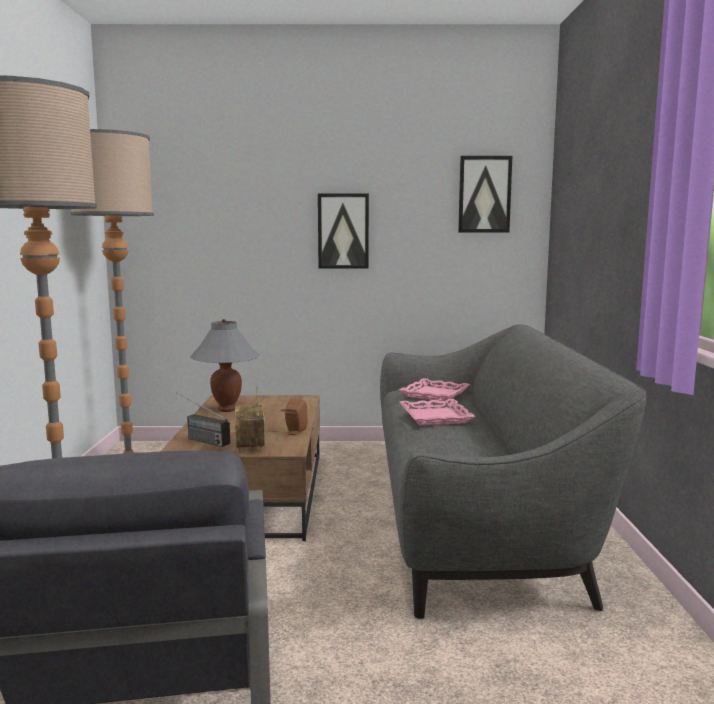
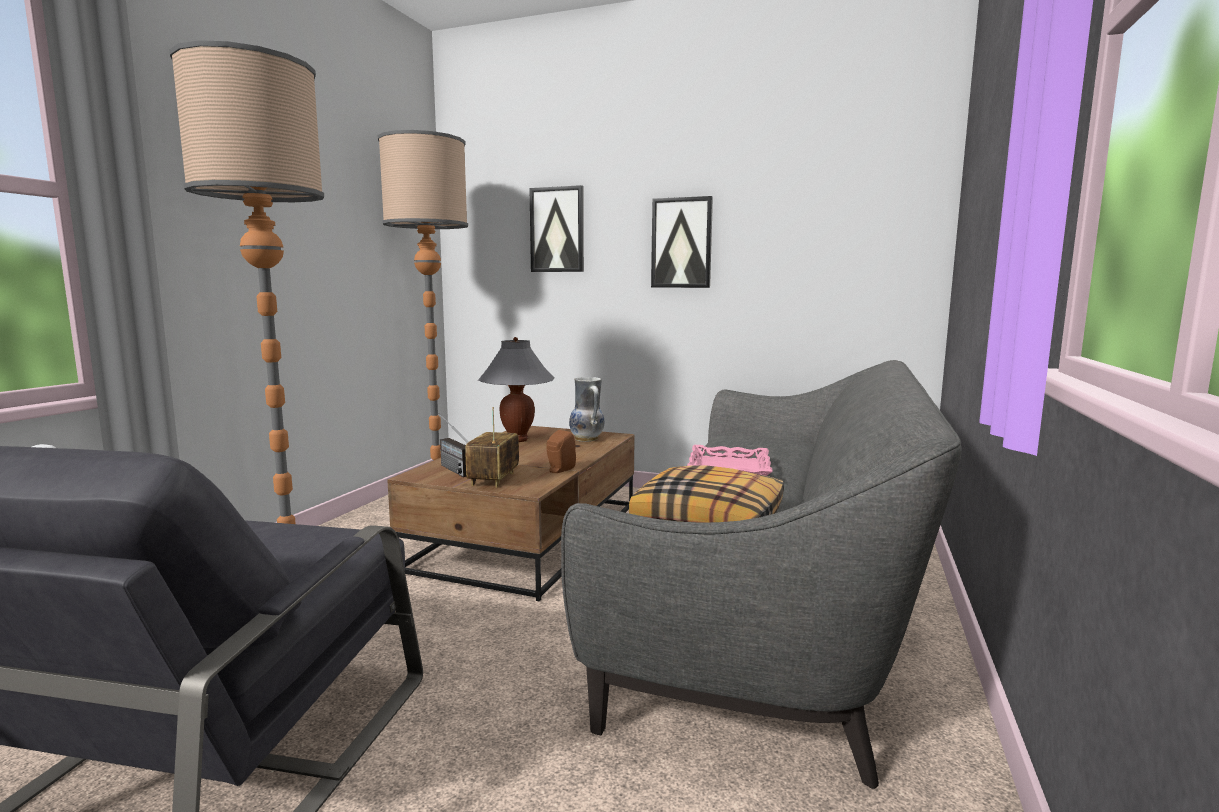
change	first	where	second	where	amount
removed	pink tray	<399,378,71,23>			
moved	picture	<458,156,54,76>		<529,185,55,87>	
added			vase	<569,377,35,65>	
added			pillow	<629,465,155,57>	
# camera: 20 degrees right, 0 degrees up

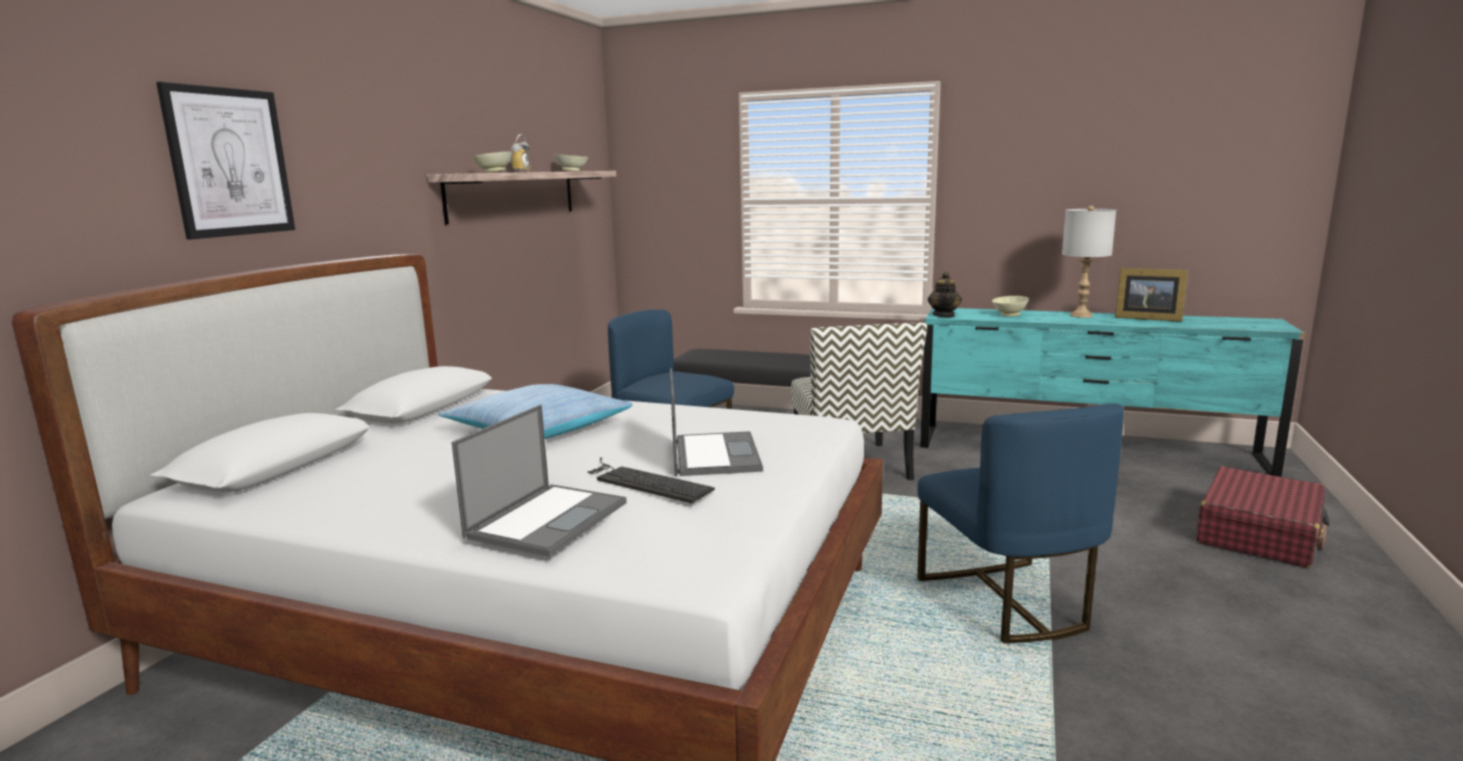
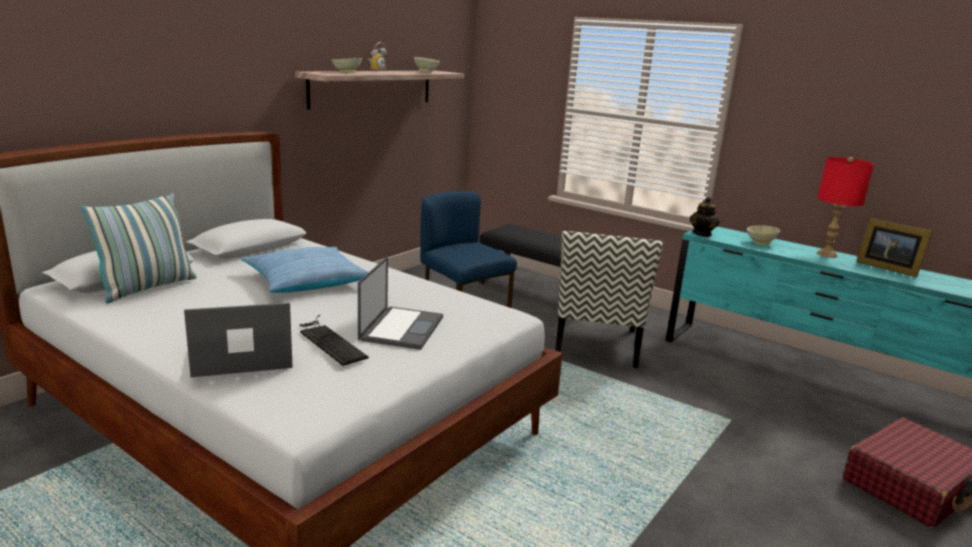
change	first	where	second	where	amount
removed	picture	<156,82,139,157>			
turned	laptop	<452,405,175,152>		<184,303,109,74>	150 degrees counterclockwise
removed	blue chair	<917,404,207,239>			
recoloured	grey table lamp	<1062,206,54,112>	red table lamp	<817,157,57,101>	
added			pillow	<80,193,117,110>	
# camera: 15 degrees right, 5 degrees up

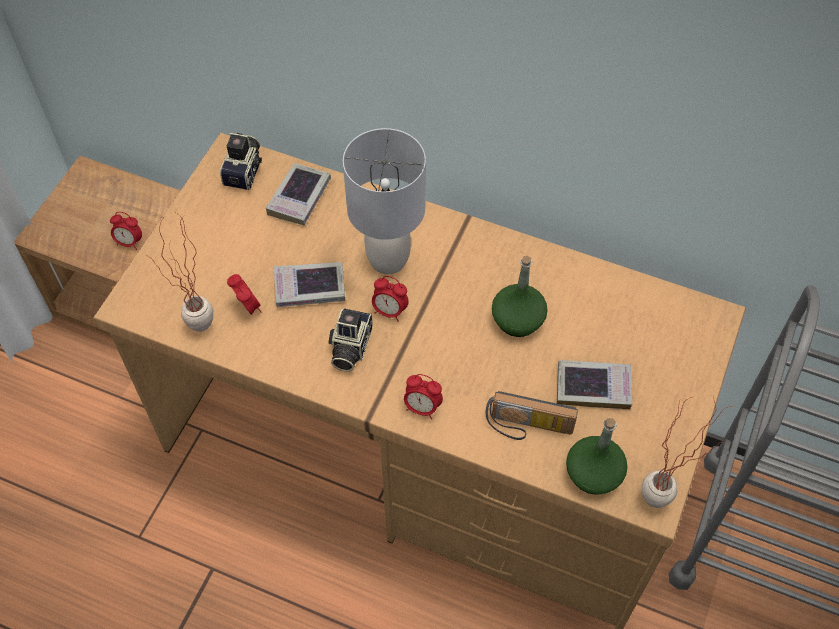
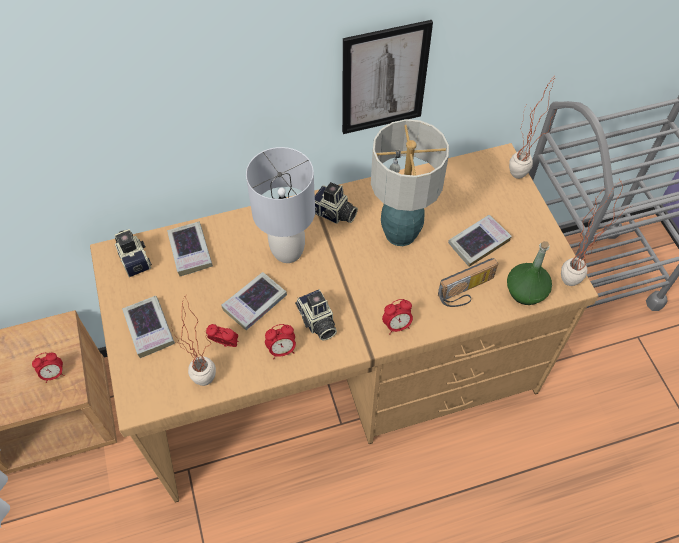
change	first	where	second	where	amount
moved	alarm clock	<372,276,37,46>		<265,324,31,35>	
replaced	green bottle	<492,256,56,81>	table lamp	<371,119,78,127>	
added			book	<122,296,53,62>	
added			photo camera	<315,182,43,42>	
added			picture	<342,20,91,114>	
added			potted plant	<509,75,47,104>	
# camera: 40 degrees left, 0 degrees up

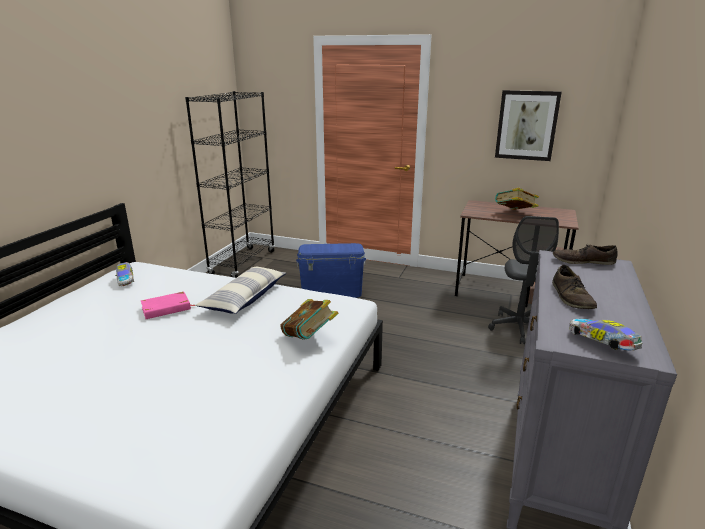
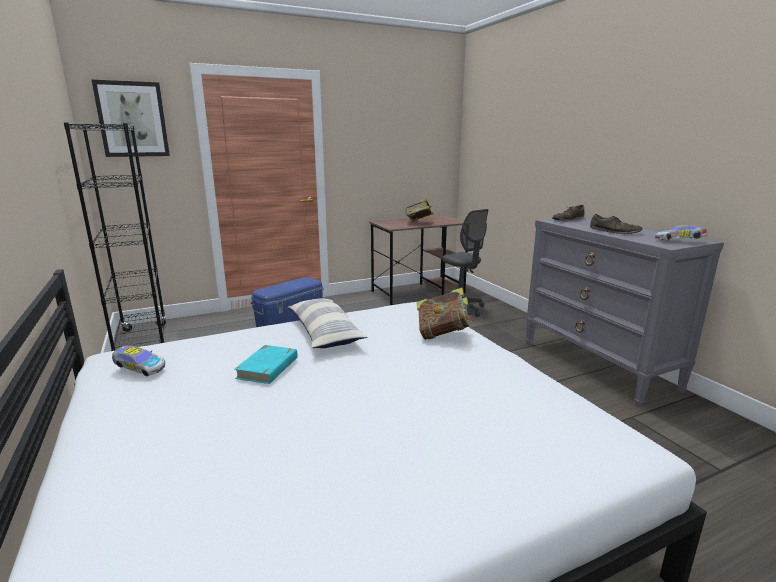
change	first	where	second	where	amount
recoloured	pink book	<141,291,54,28>	turquoise book	<234,345,64,39>	
moved	picture	<495,90,67,71>		<92,80,78,77>	
# camera: 45 degrees left, 5 degrees down

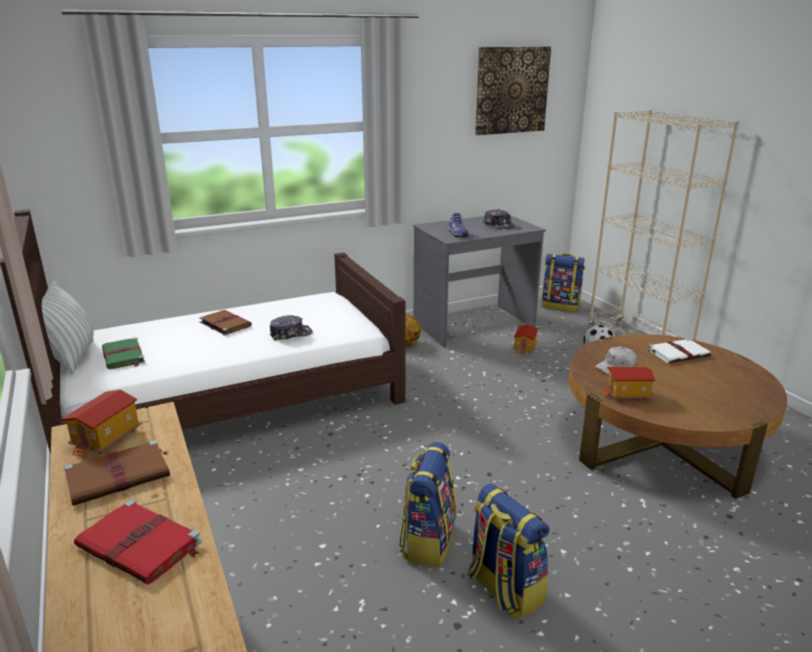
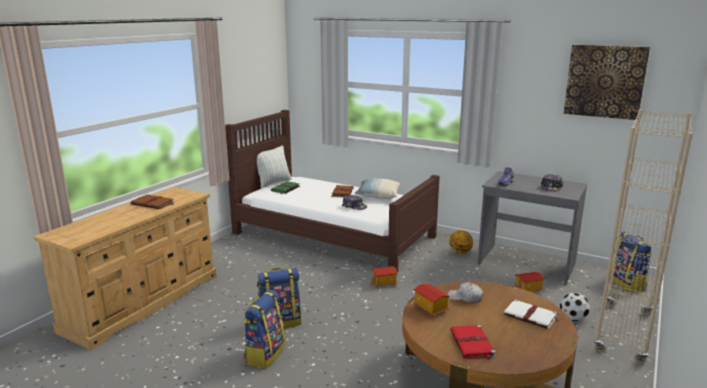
change	first	where	second	where	amount
moved	toy house	<60,389,82,70>		<370,266,28,22>	
moved	red book	<74,499,127,86>		<450,325,46,36>	
added			pillow	<354,178,46,21>	
# camera: 55 degrees right, 5 degrees down

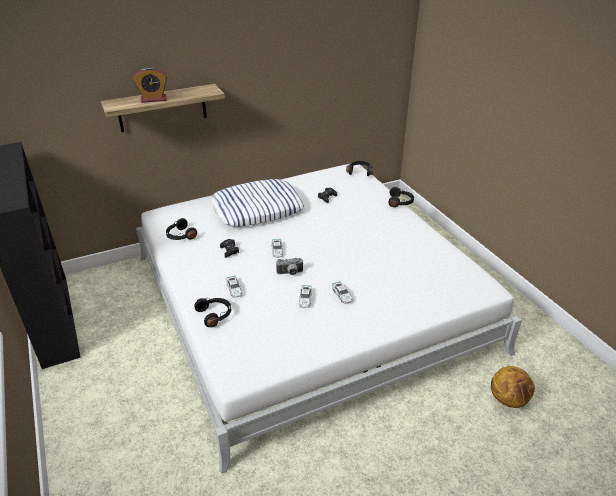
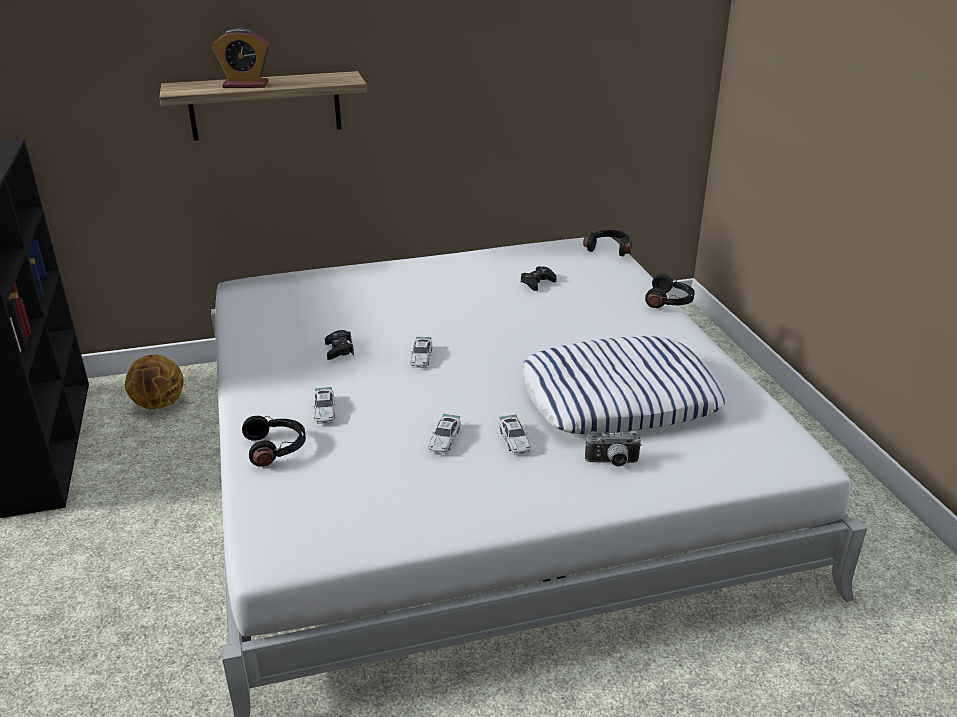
change	first	where	second	where	amount
removed	black headphones	<166,218,31,22>			
moved	pillow	<211,179,93,48>		<522,336,203,98>	
moved	photo camera	<276,258,28,17>		<585,431,57,36>	
moved	basketball	<491,366,44,42>		<125,354,59,55>	
# camera: 10 degrees right, 5 degrees down

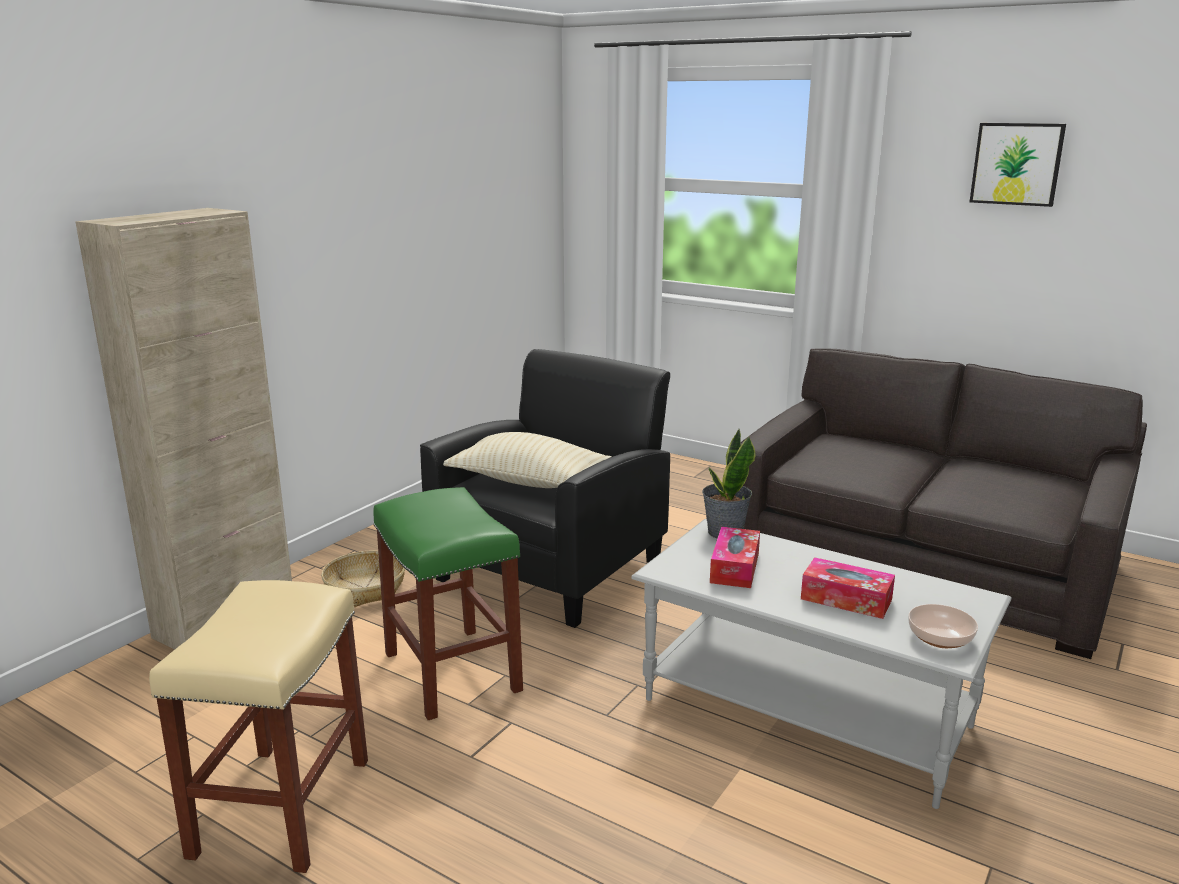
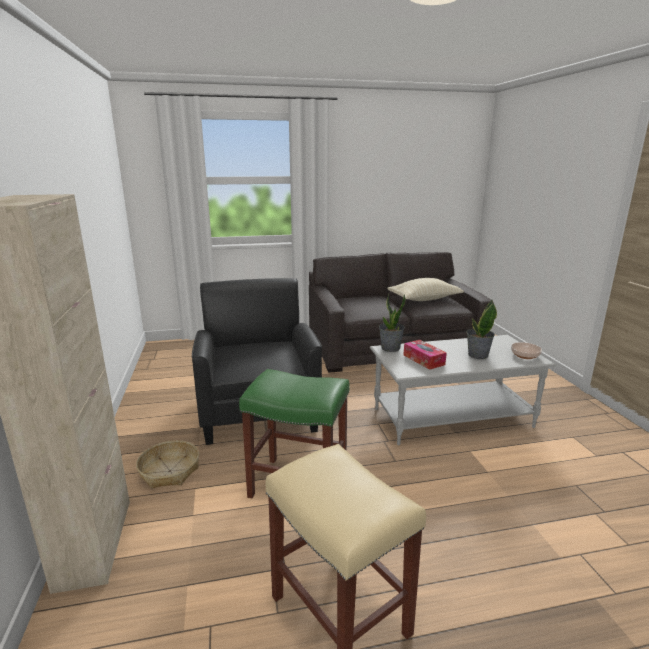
change	first	where	second	where	amount
moved	beige pillow	<443,432,168,56>		<388,278,76,23>	
replaced	tissue box	<801,557,94,62>	potted plant	<467,300,30,59>	
removed	picture	<970,123,96,84>			
# camera: 45 degrees left, 0 degrees up

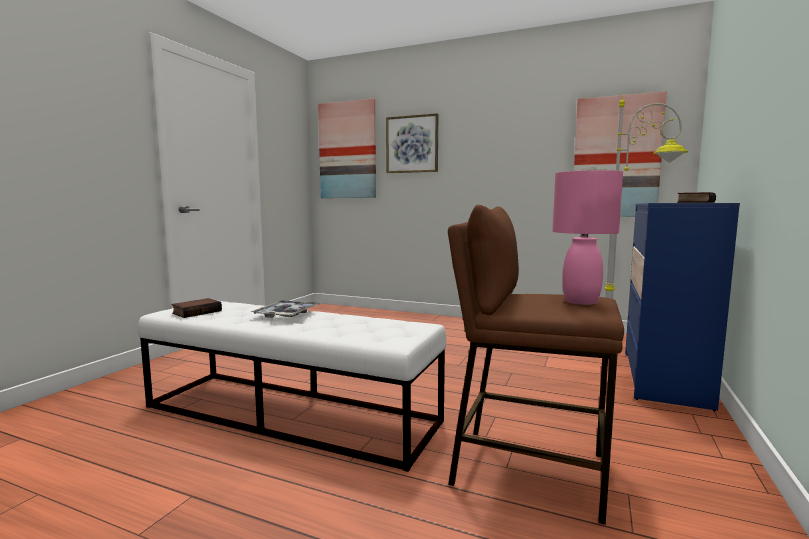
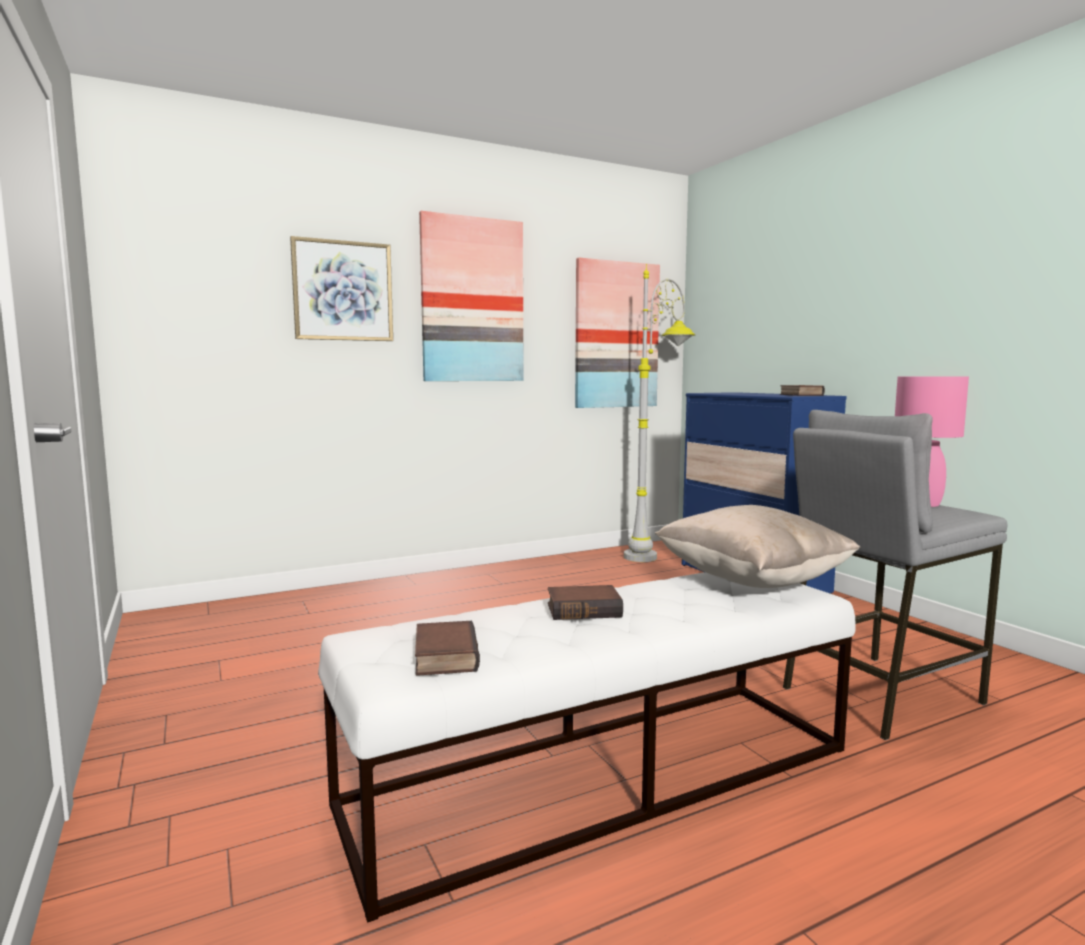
change	first	where	second	where	amount
replaced	tray	<250,300,70,18>	book	<548,585,75,35>	
moved	picture	<318,98,58,100>		<419,211,105,170>	
recoloured	brown stool	<448,205,176,320>	grey stool	<783,410,224,330>	
added			beige pillow	<655,505,205,83>	
# camera: 50 degrees left, 0 degrees up

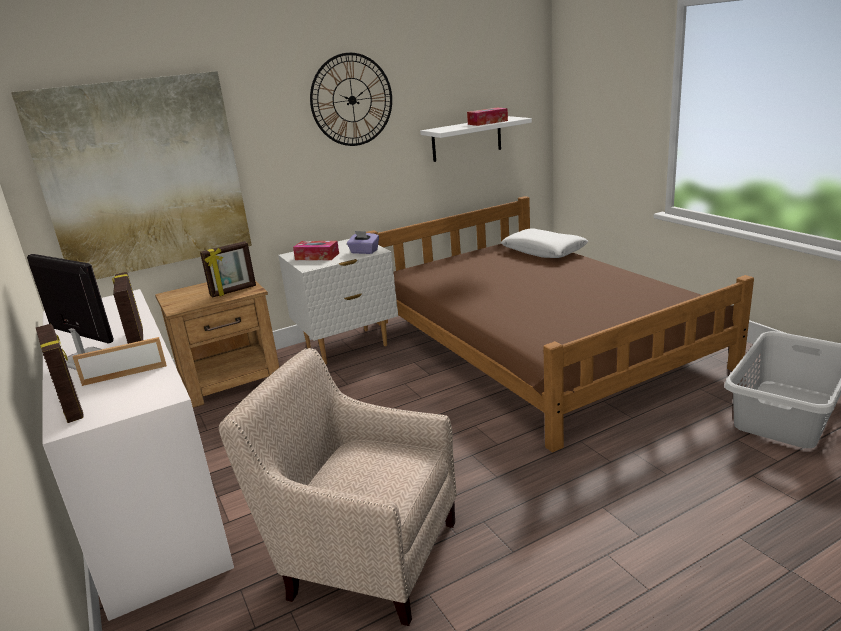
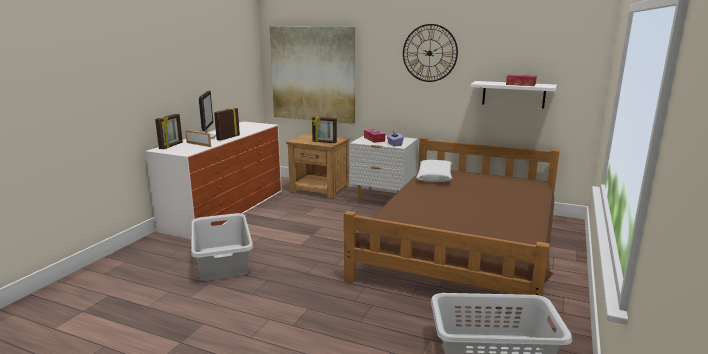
change	first	where	second	where	amount
replaced	beige armchair	<219,348,238,278>	grey laundry basket	<191,213,62,68>	
moved	white pillow	<501,228,87,30>		<416,160,37,22>	
# camera: 50 degrees right, 5 degrees down

